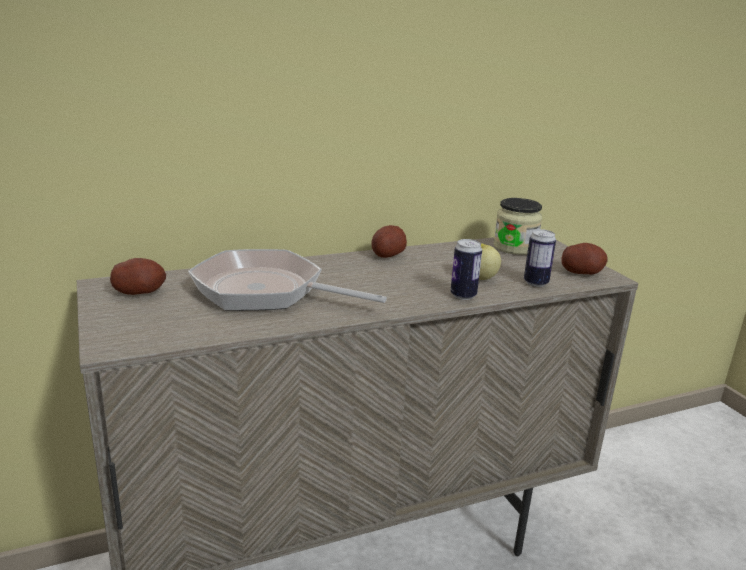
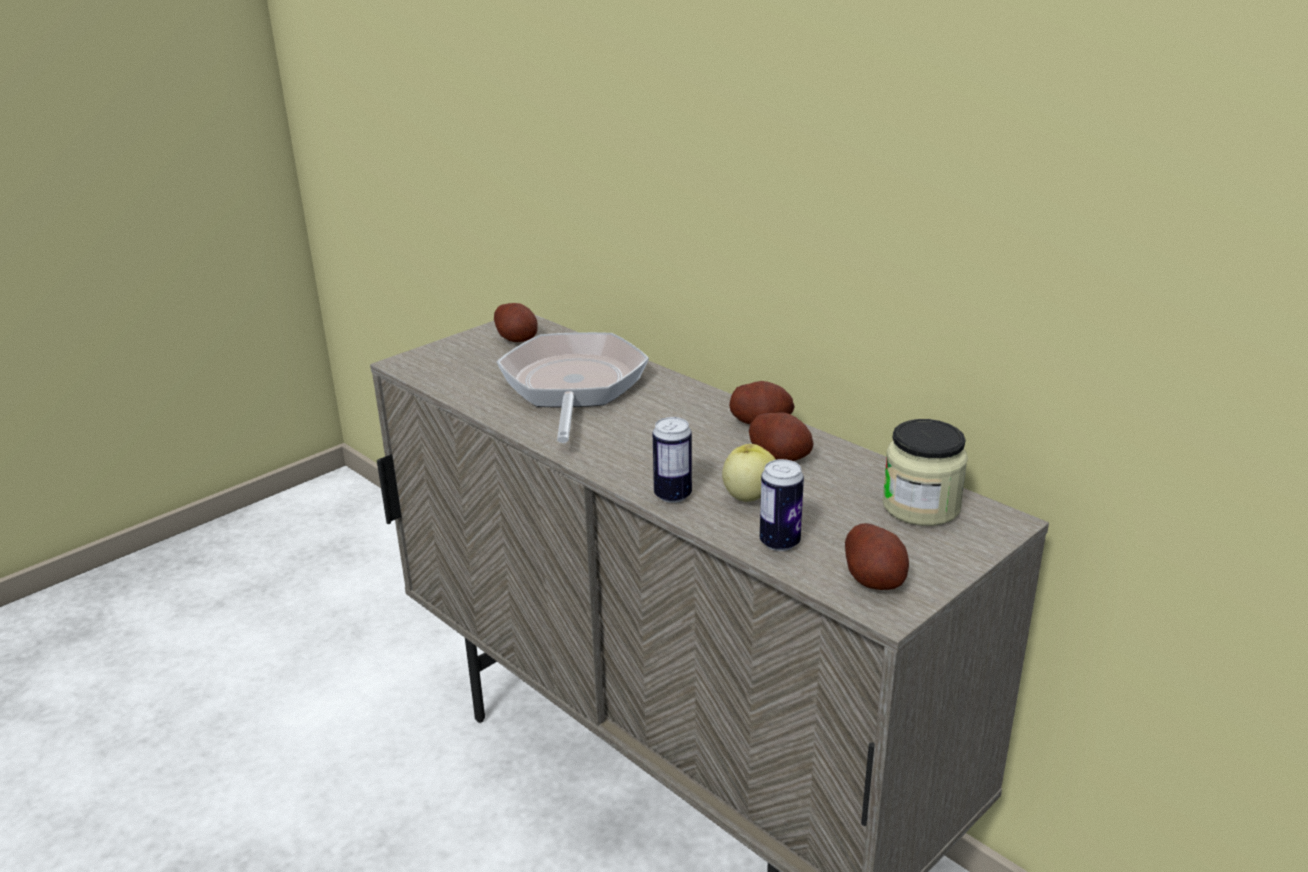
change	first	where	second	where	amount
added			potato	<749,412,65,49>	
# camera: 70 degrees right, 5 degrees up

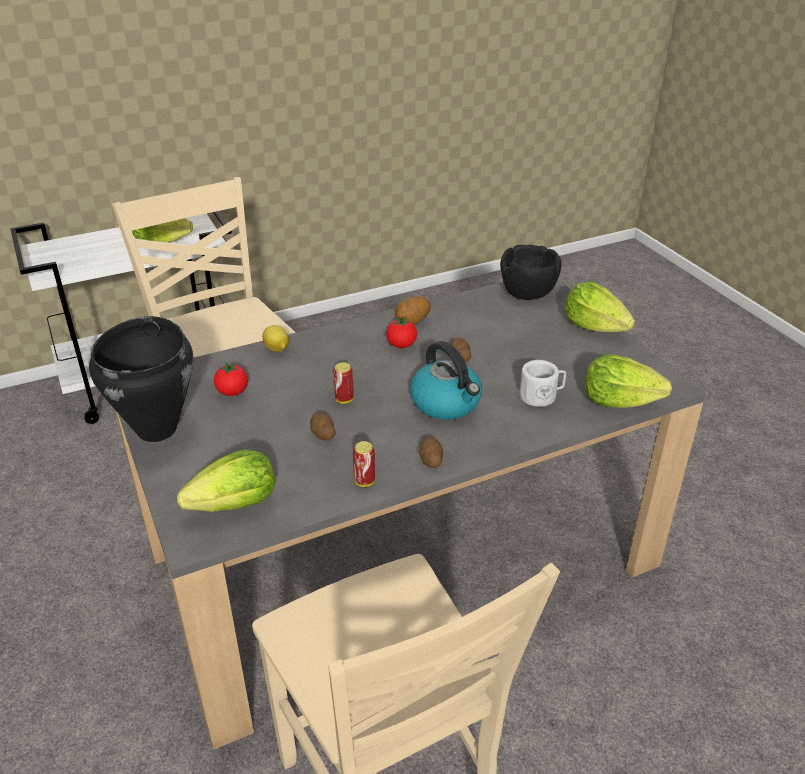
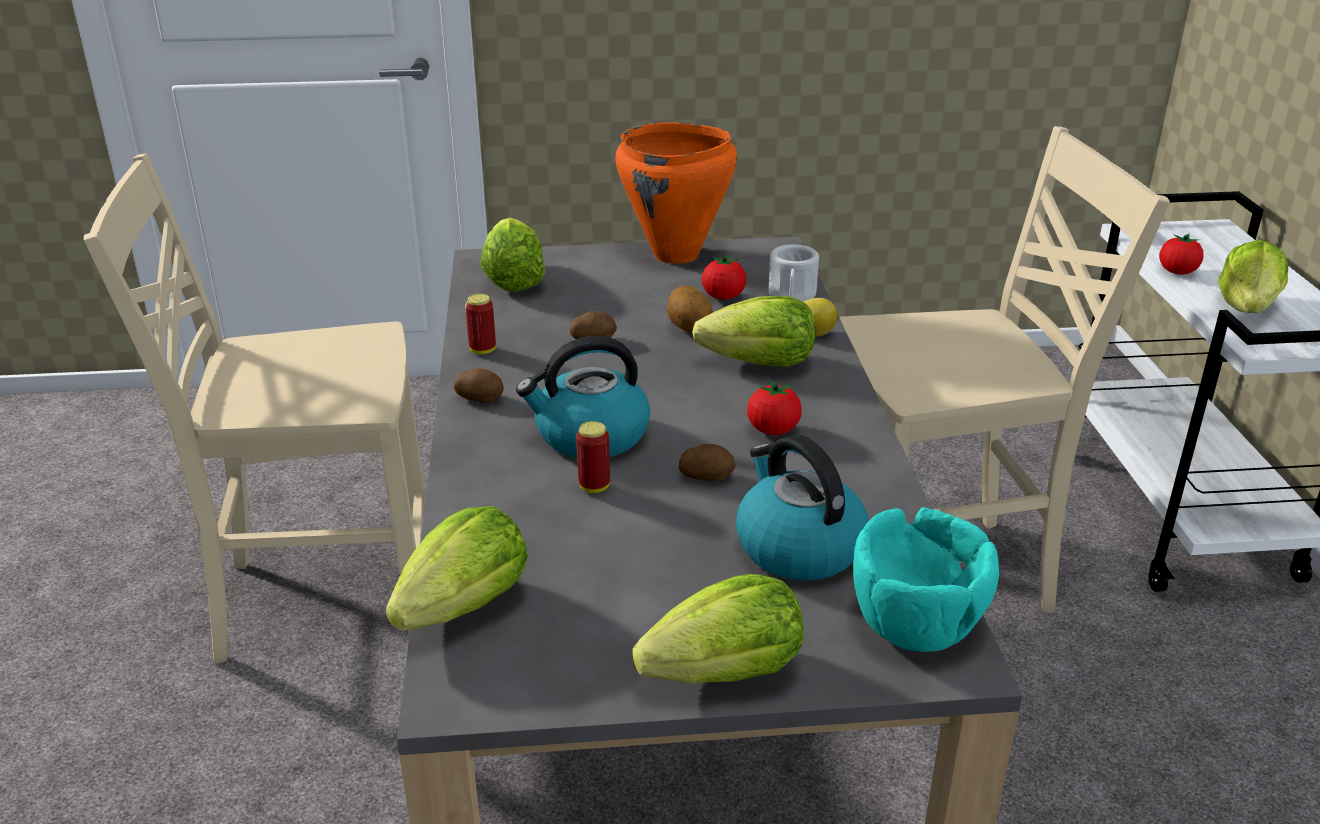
change	first	where	second	where	amount
recoloured	black cooking pot	<89,316,104,126>	orange cooking pot	<615,122,122,142>	
moved	can	<333,362,21,42>		<576,421,34,72>	
moved	potato	<395,296,36,28>		<667,286,46,46>	
recoloured	black bowl	<500,245,62,55>	turquoise bowl	<853,508,146,144>	
moved	white mug	<520,360,46,47>		<769,244,50,58>	
added			lettuce	<692,296,123,71>	
added			kettle	<736,435,133,146>	
added			tomato	<1159,233,45,42>	
# camera: 110 degrees right, 5 degrees down

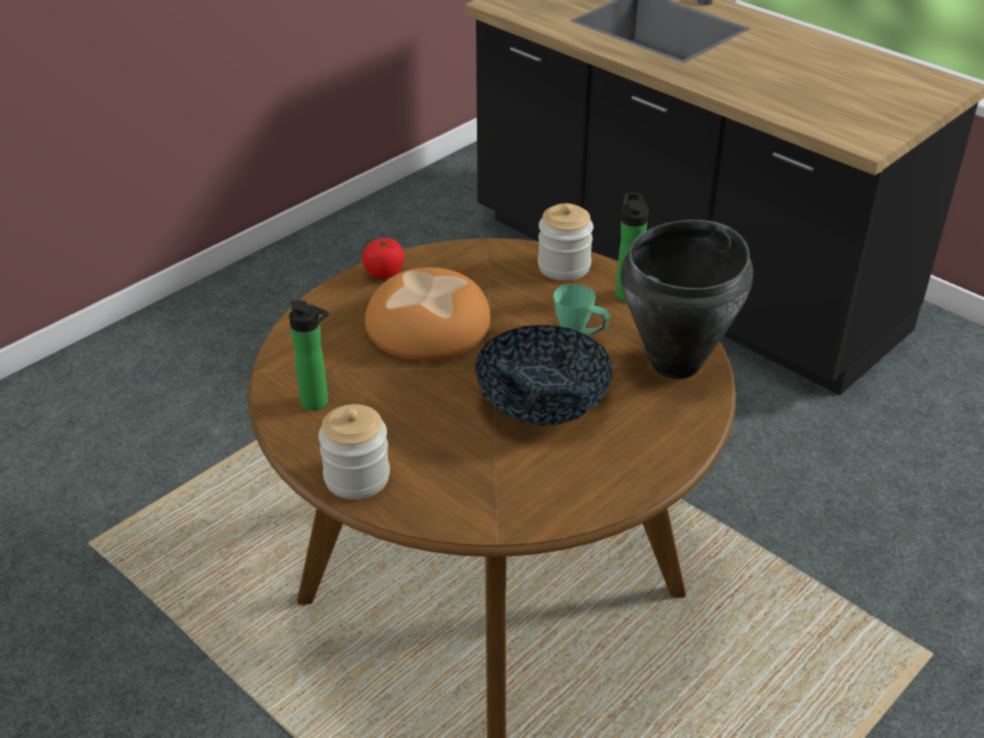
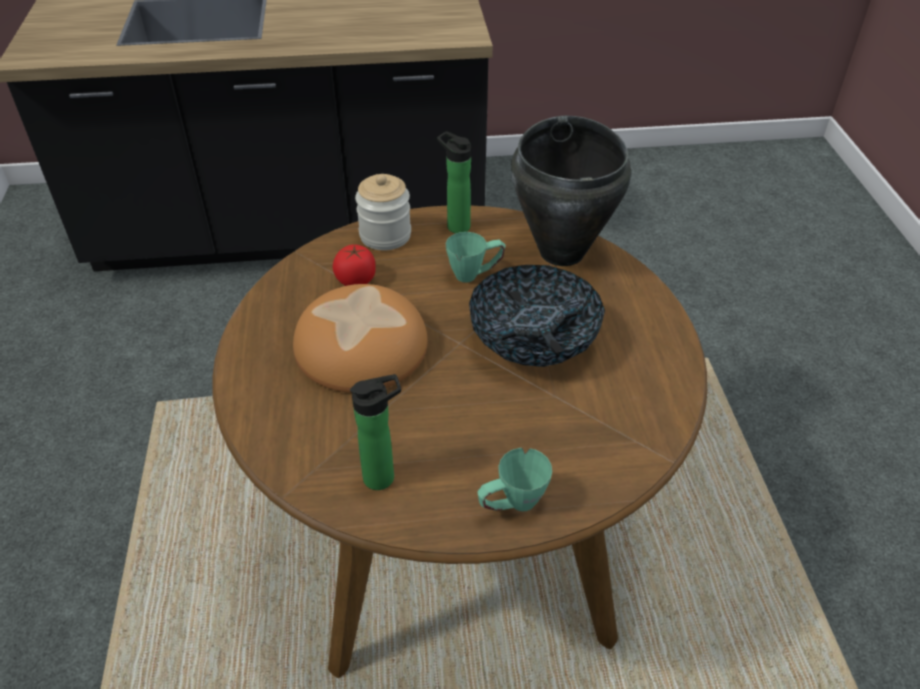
change	first	where	second	where	amount
replaced	jar	<318,404,72,96>	green mug	<478,448,74,63>	
moved	tomato	<363,238,41,41>		<333,244,43,42>	
# camera: 50 degrees left, 5 degrees up

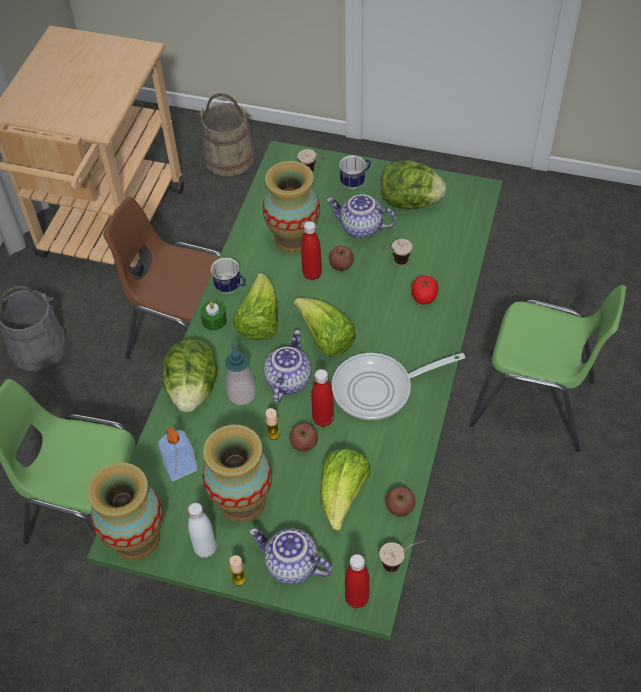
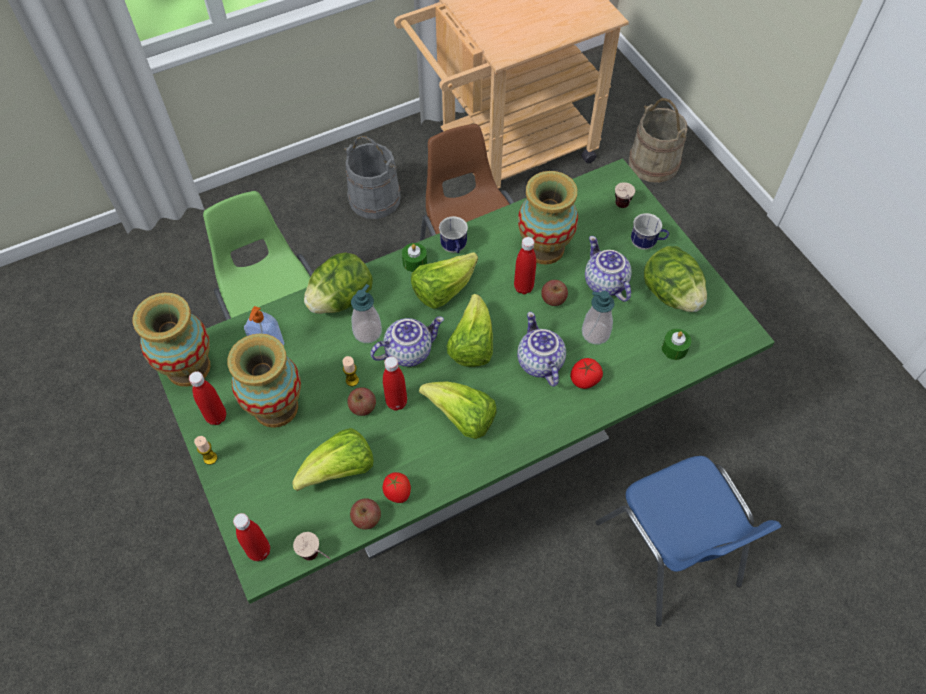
change	first	where	second	where	amount
recoloured	white bottle	<188,503,29,55>	red bottle	<189,371,37,54>	
moved	teapot	<250,528,82,56>		<517,312,49,75>	
replaced	frying pan	<332,353,133,67>	lettuce	<419,382,78,57>	
replaced	cup	<381,239,31,26>	soap dispenser	<582,291,33,53>	
recoloured	green chair	<469,285,158,167>	blue chair	<595,456,186,171>	
added			tomato	<383,472,28,31>	
added			green candle	<662,329,29,31>	
# camera: 45 degrees right, 5 degrees up

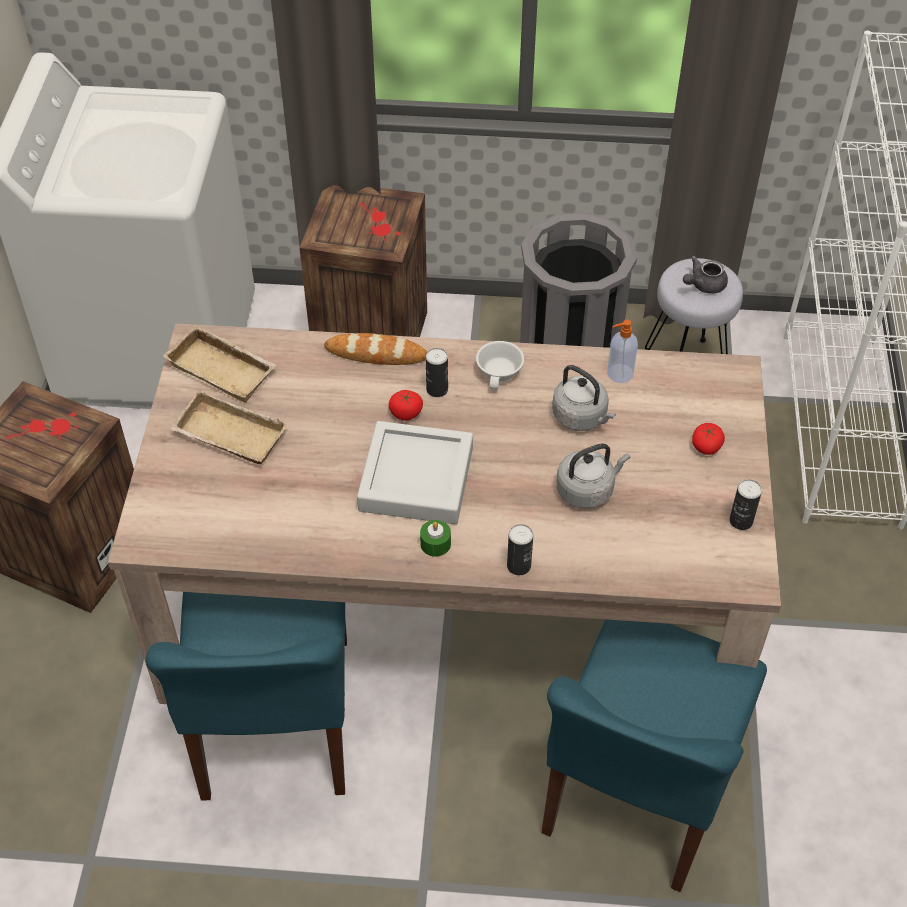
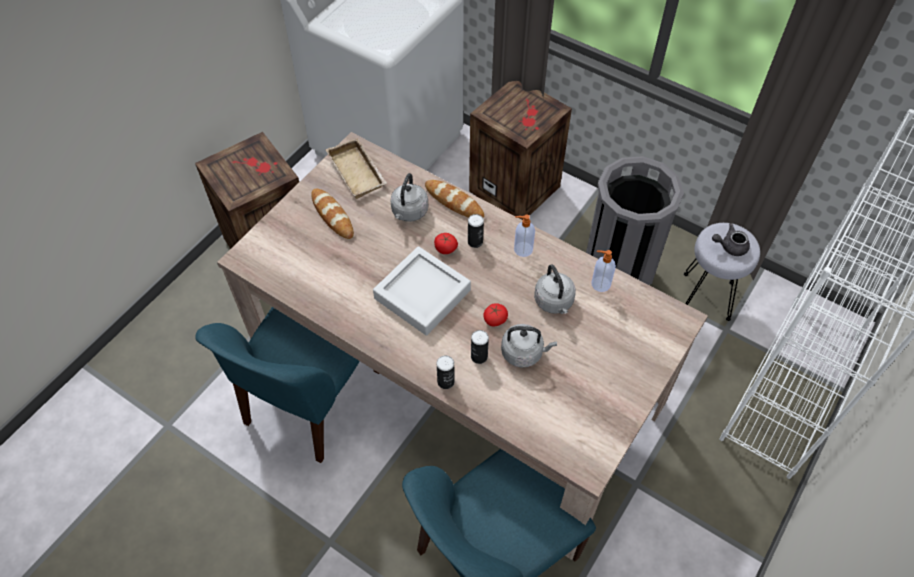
change	first	where	second	where	amount
replaced	beige tray	<170,390,118,74>	bread	<311,189,43,50>	
removed	green candle	<420,520,31,37>			
replaced	white cup	<476,341,48,49>	soap dispenser	<514,215,21,42>	
moved	tomato	<692,423,33,32>		<483,303,25,24>	
moved	can	<729,479,33,51>		<471,330,18,34>	
added			grey kettle	<390,173,38,49>	
# camera: 30 degrees right, 5 degrees up

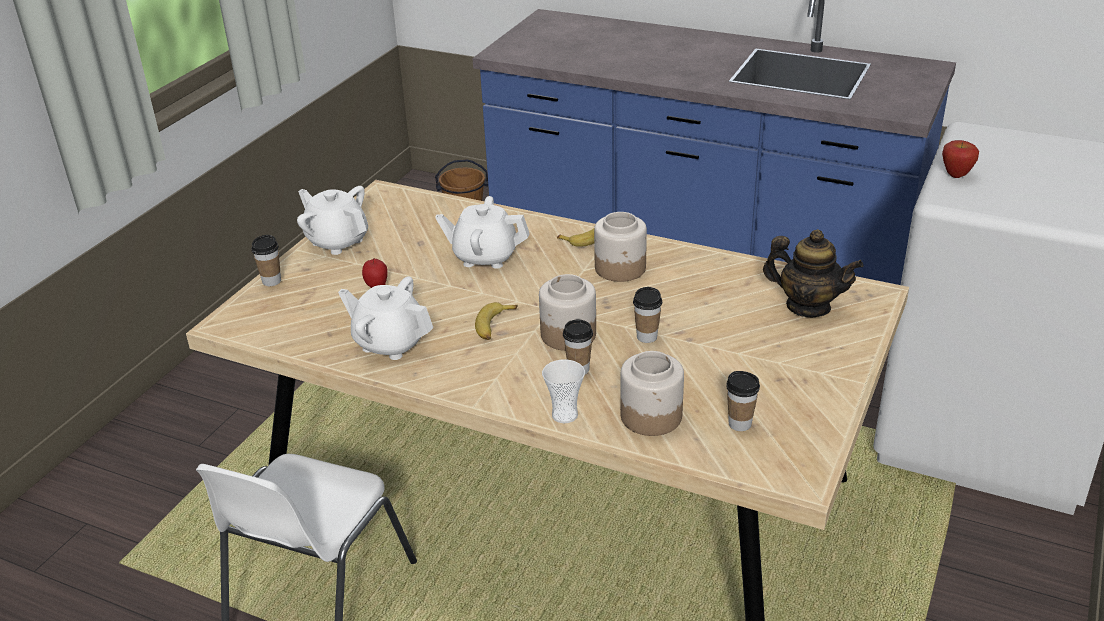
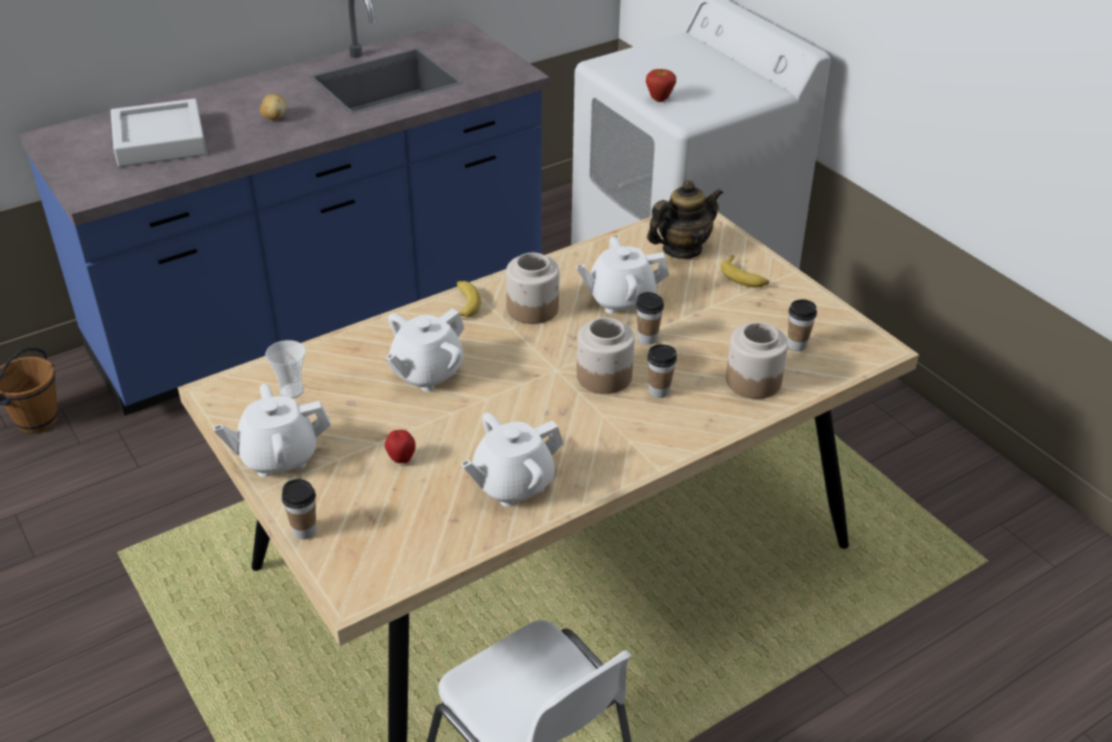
change	first	where	second	where	amount
moved	banana	<475,302,42,38>		<721,255,48,33>	
moved	cup	<542,359,43,64>		<265,340,41,59>	
added			grey tray	<111,98,96,69>	
added			potato	<260,94,27,26>	
added			white teapot	<576,237,93,77>	
# camera: 60 degrees left, 5 degrees up

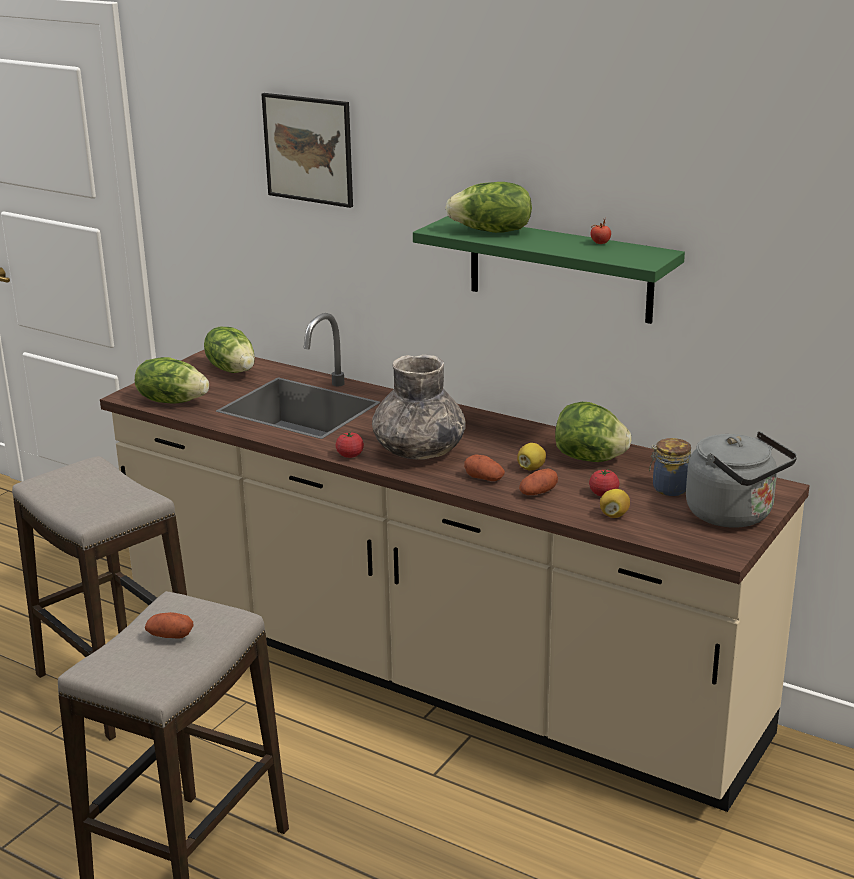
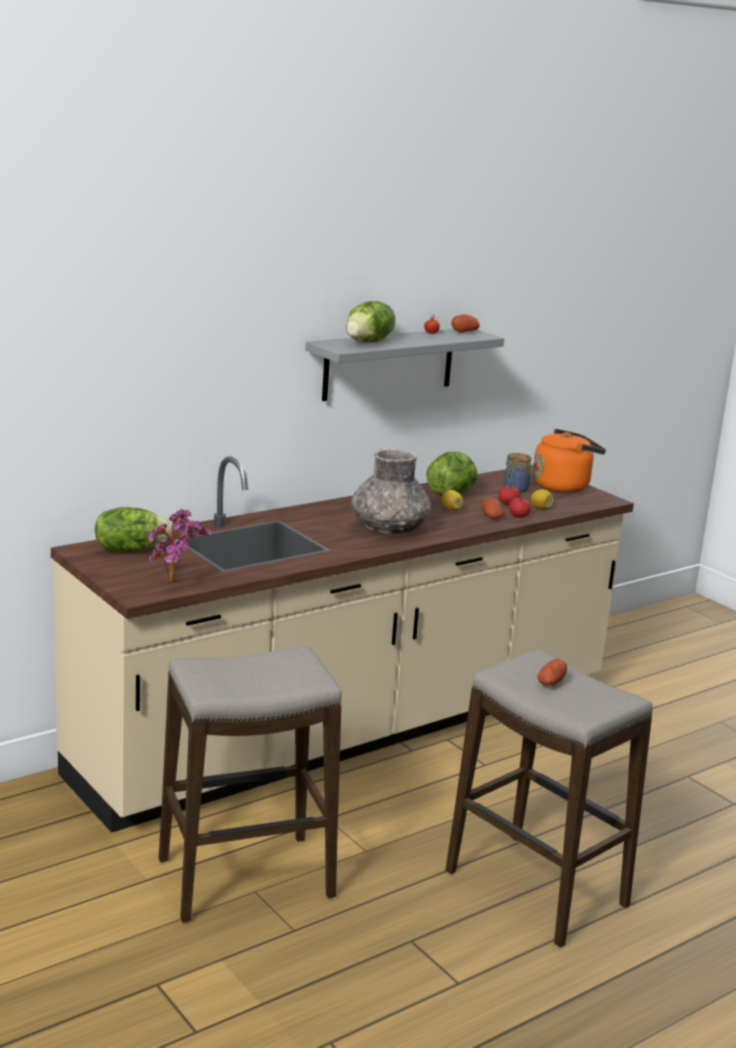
change	first	where	second	where	amount
replaced	lettuce	<135,357,74,46>	potted plant	<148,509,63,73>	
removed	picture	<262,93,91,115>			
moved	tomato	<336,432,28,26>		<509,498,22,19>	
recoloured	green shelf	<413,216,272,108>	grey shelf	<306,329,198,72>	
moved	potato	<464,455,41,26>		<451,314,29,19>	
recoloured	grey kettle	<686,431,111,97>	orange kettle	<533,429,73,64>	
# camera: 70 degrees left, 5 degrees down

